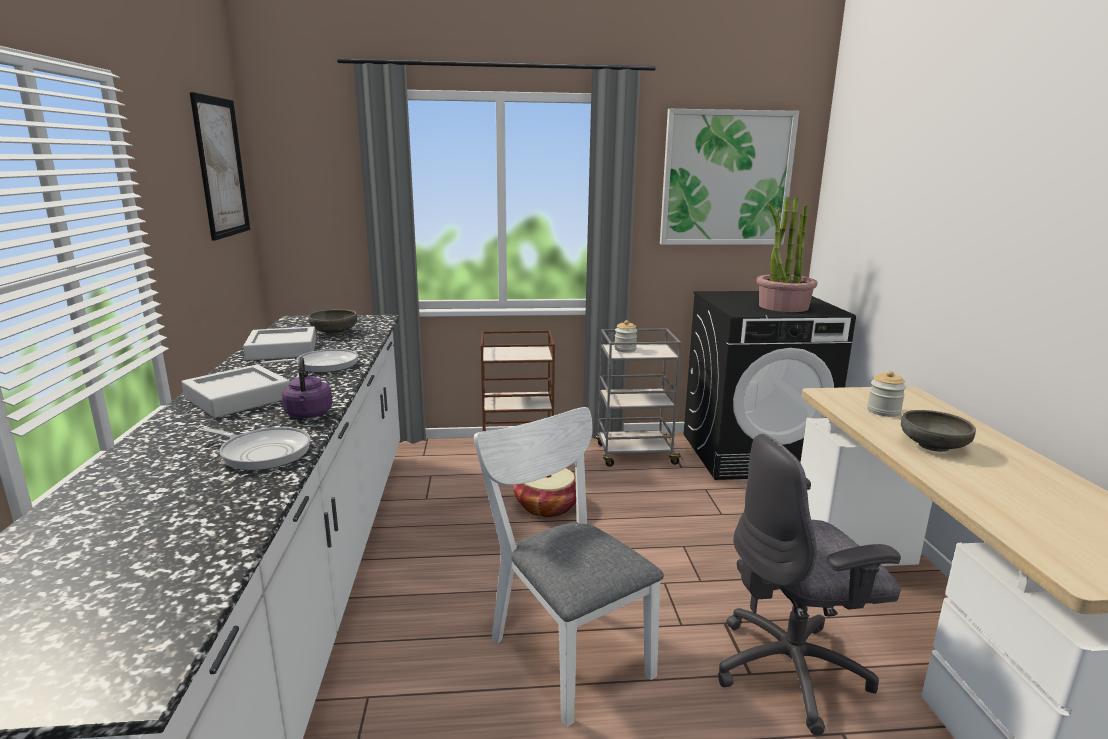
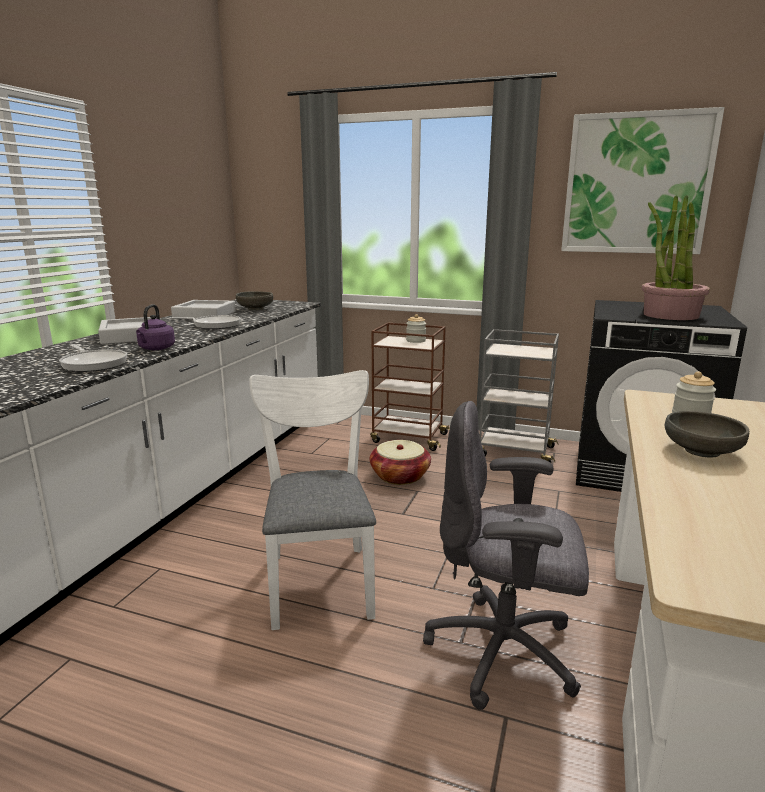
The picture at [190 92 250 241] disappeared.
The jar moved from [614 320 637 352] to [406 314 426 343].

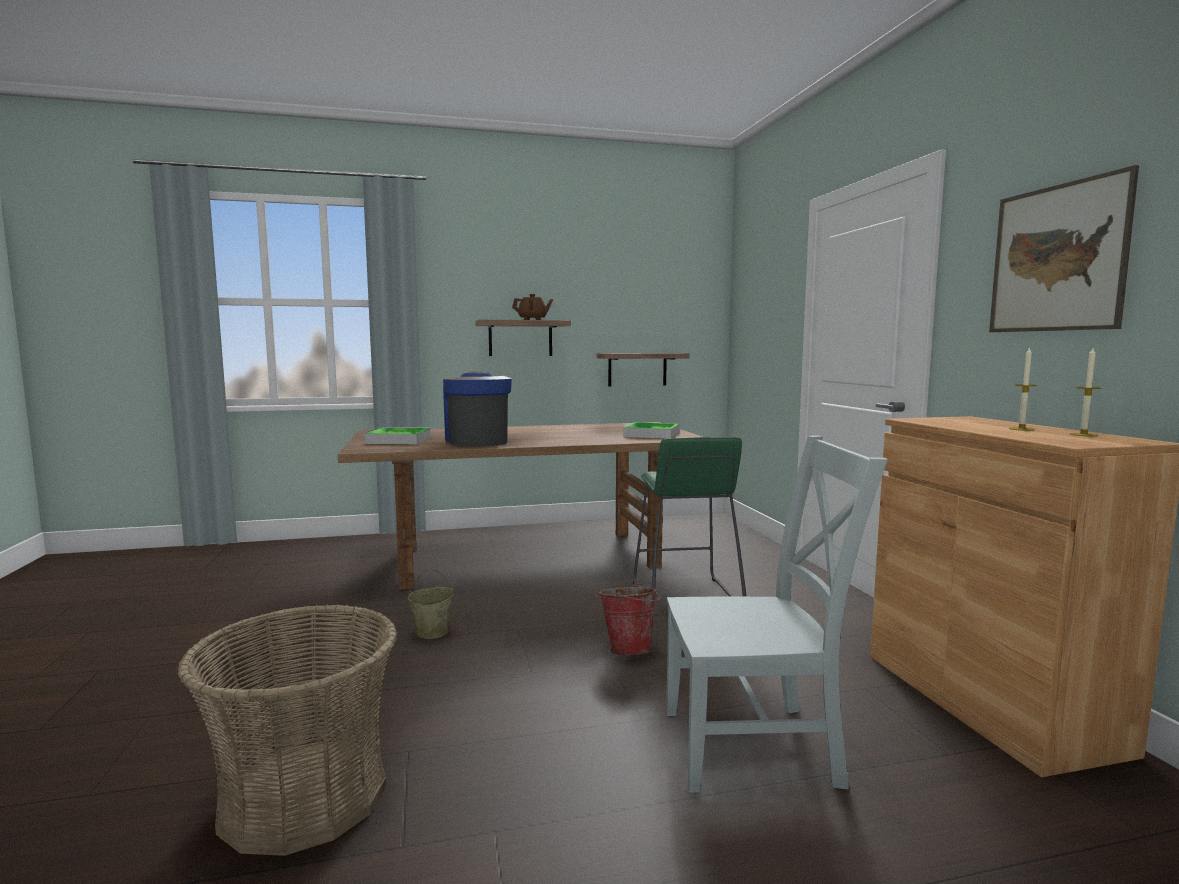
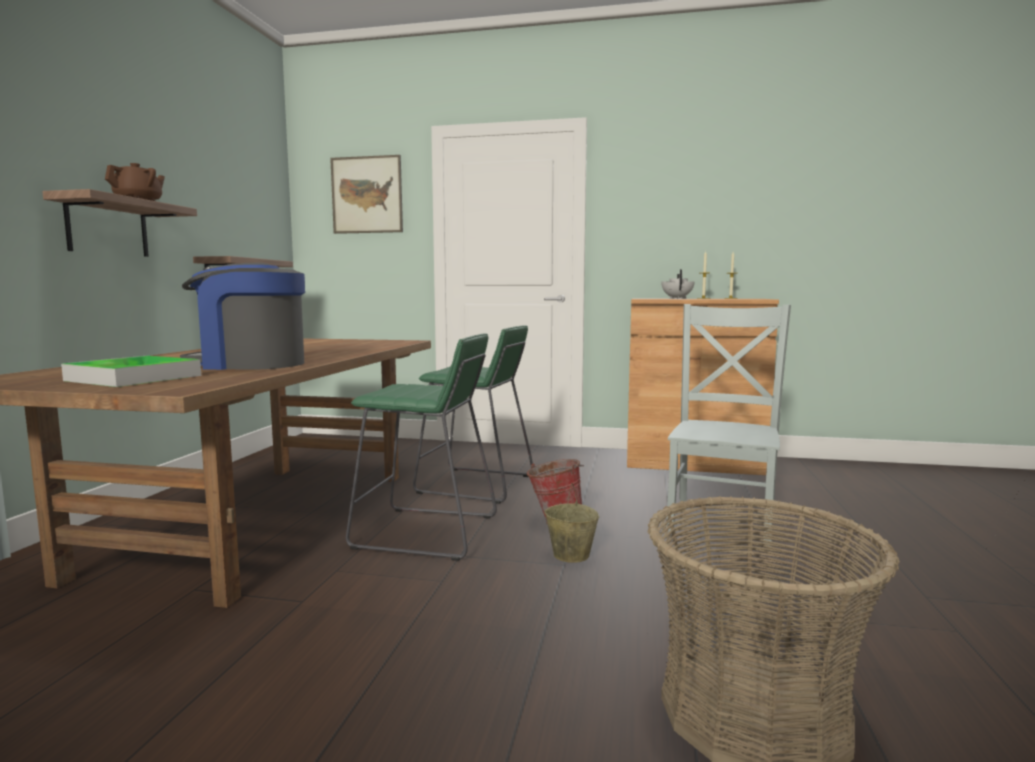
The picture moved from [989 165 1139 332] to [330 155 403 234].
The tray at [623 422 679 439] disappeared.
The bucket in beige moved from [408 568 454 639] to [544 483 599 563].
The teapot in white at [661 269 695 299] appeared.
The stool in green at [346 333 497 561] appeared.

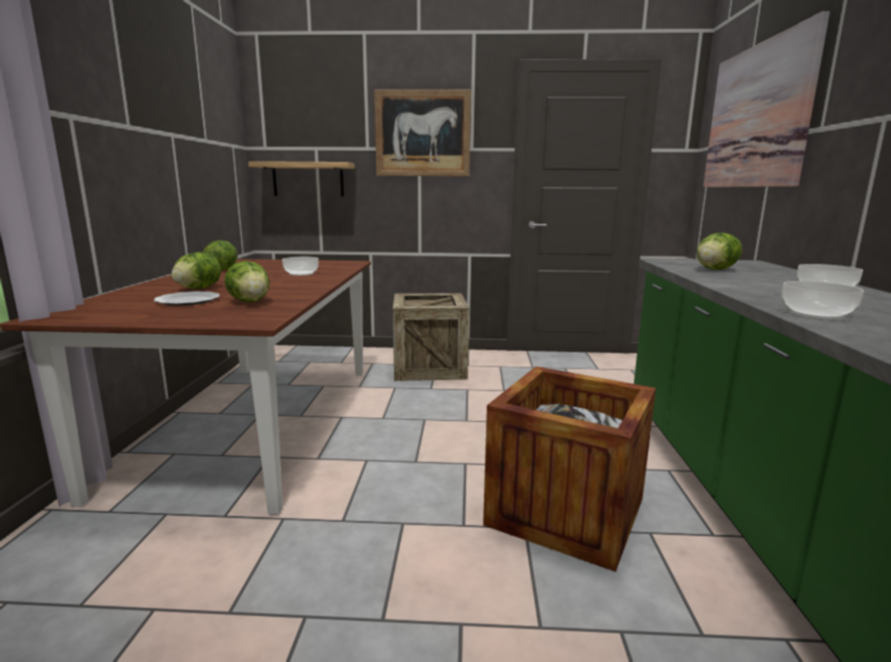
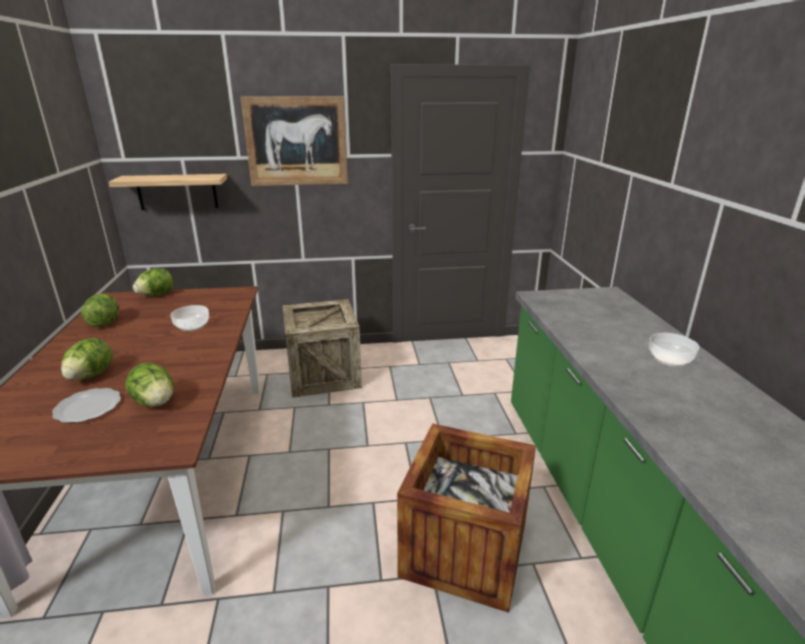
The picture at [703 12 830 187] disappeared.
The lettuce moved from [697 232 742 270] to [133 268 173 296].
The bowl at [782 281 864 319] disappeared.

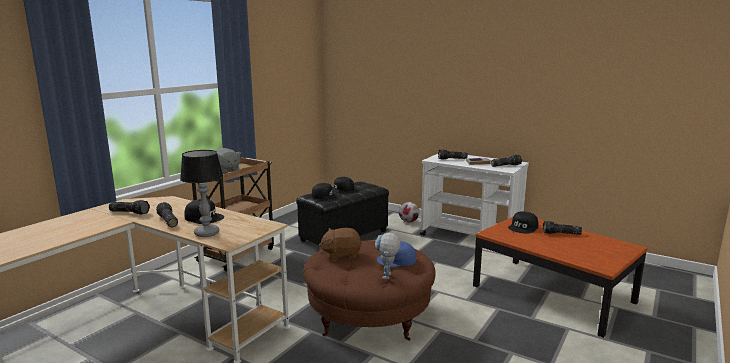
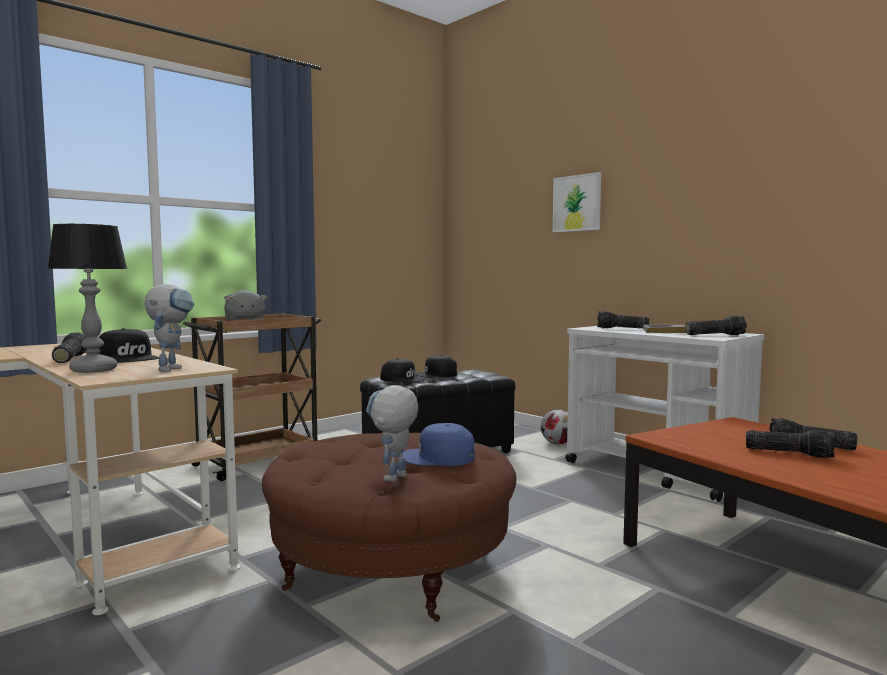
The flashlight moved from [109 200 150 215] to [746 430 835 458].
The cap in black at [508 211 539 233] disappeared.
The plush toy in brown at [319 228 362 261] disappeared.
The picture at [553 172 601 232] appeared.
The toy robot at [144 284 194 372] appeared.

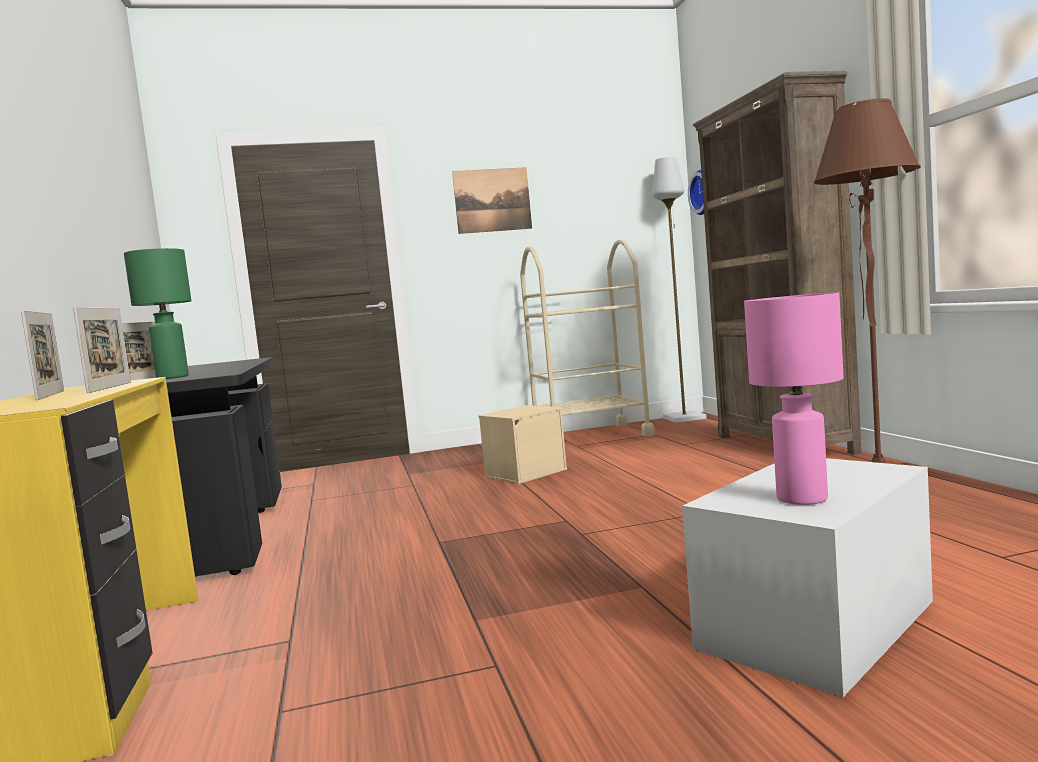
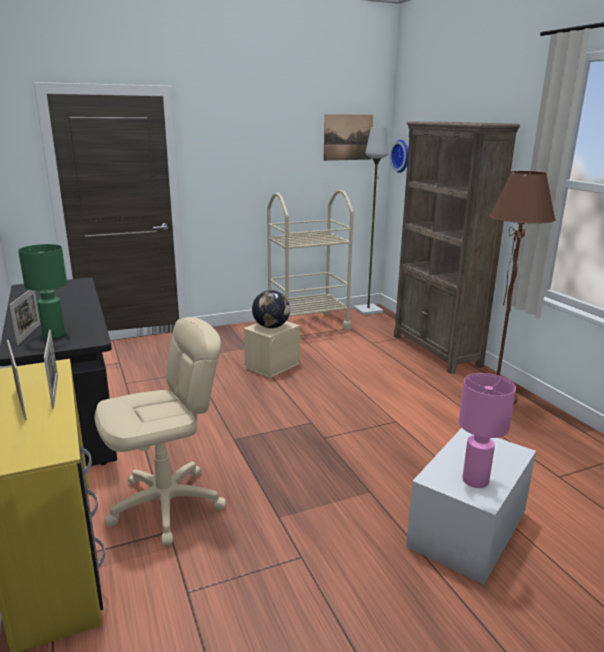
The picture moved from [452 167 532 234] to [323 114 373 161].
The globe at [252 290 290 328] appeared.
The office chair in beige at [95 317 226 545] appeared.

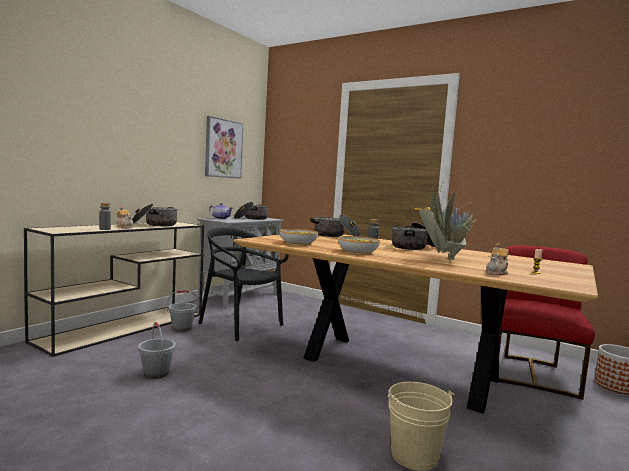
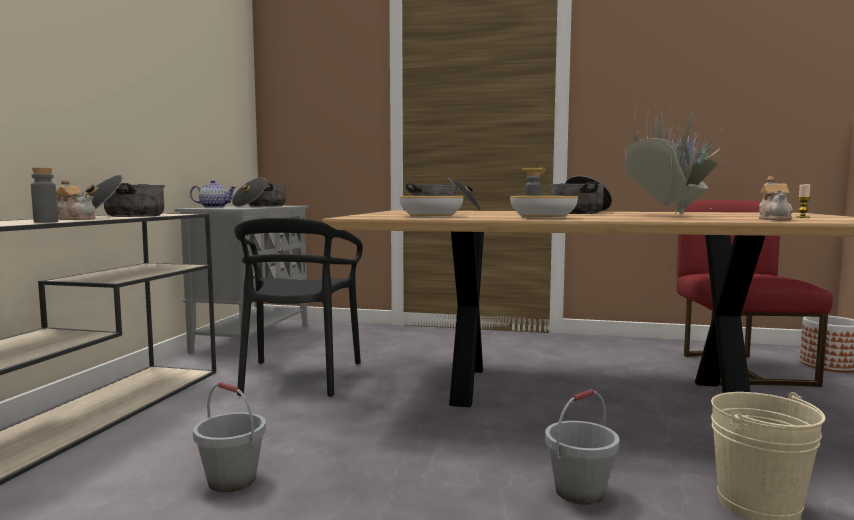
The picture at [205 116 244 179] disappeared.
The chair in black at [199 228 289 341] turned 105 degrees counterclockwise.
The bucket in grey moved from [167 290 198 332] to [545 389 620 505].

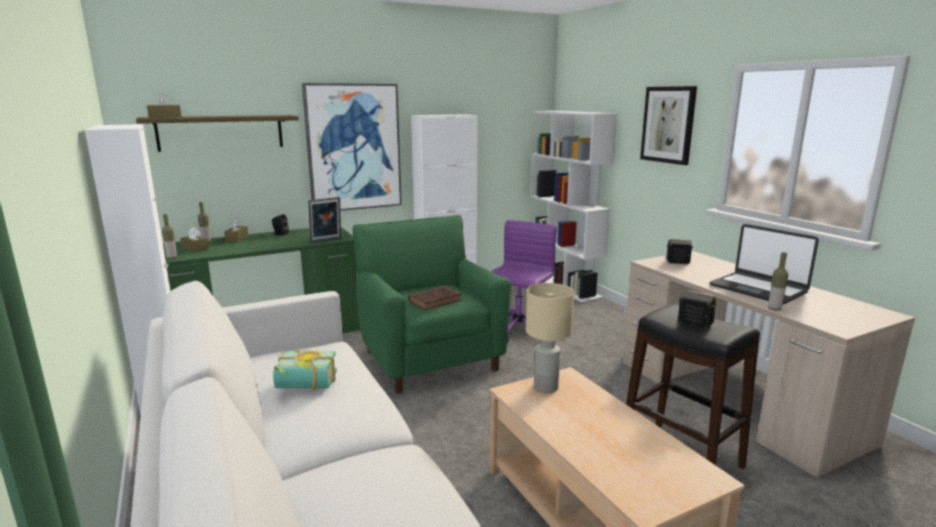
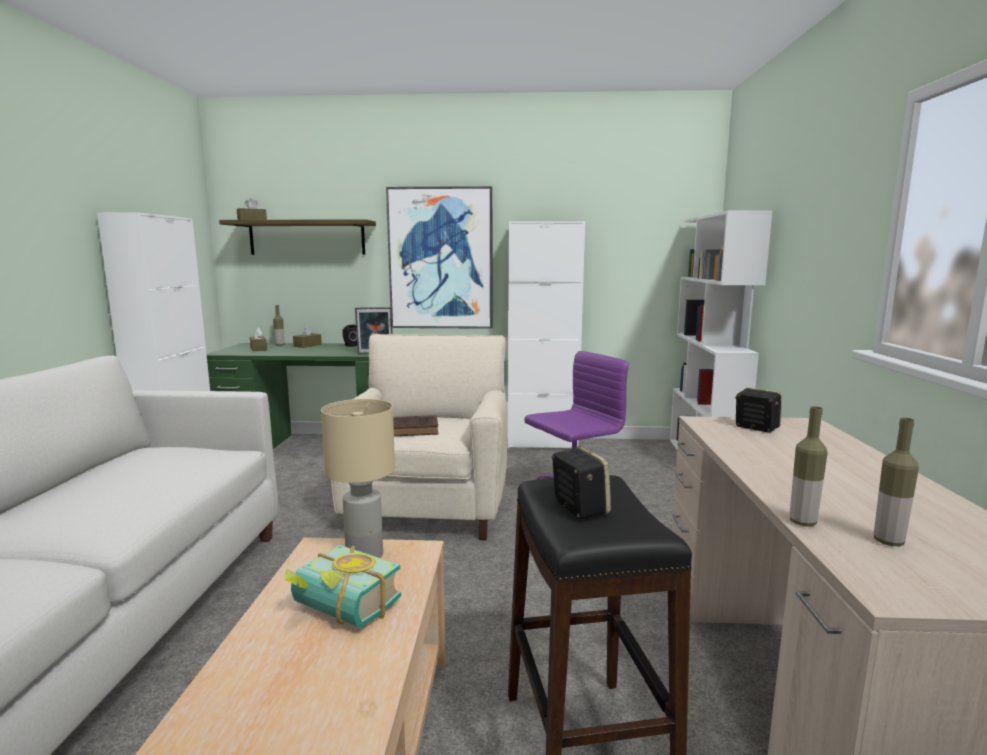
The picture at [640 86 697 165] disappeared.
The bottle moved from [162 214 177 259] to [874 418 919 546].
The armchair in green at [353 215 511 394] became the armchair in beige at [331 334 507 540].
The laptop at [710 224 819 304] disappeared.
The book moved from [273 349 337 390] to [284 545 401 628].

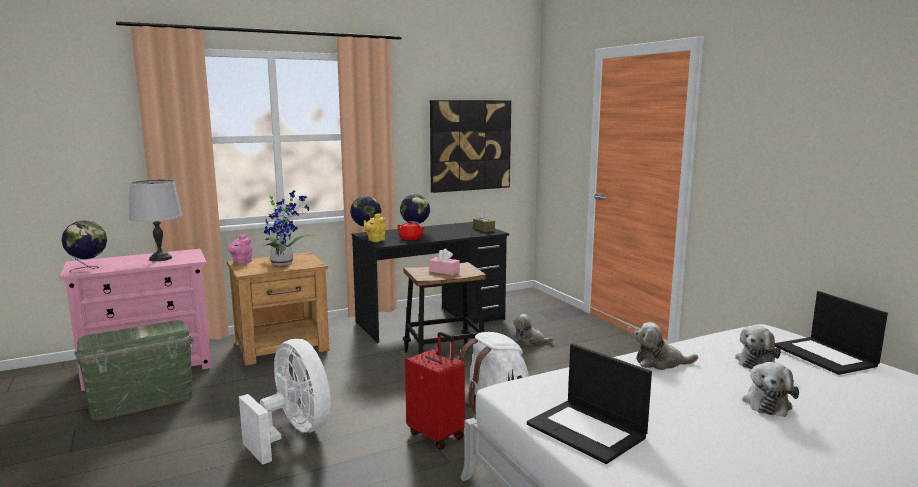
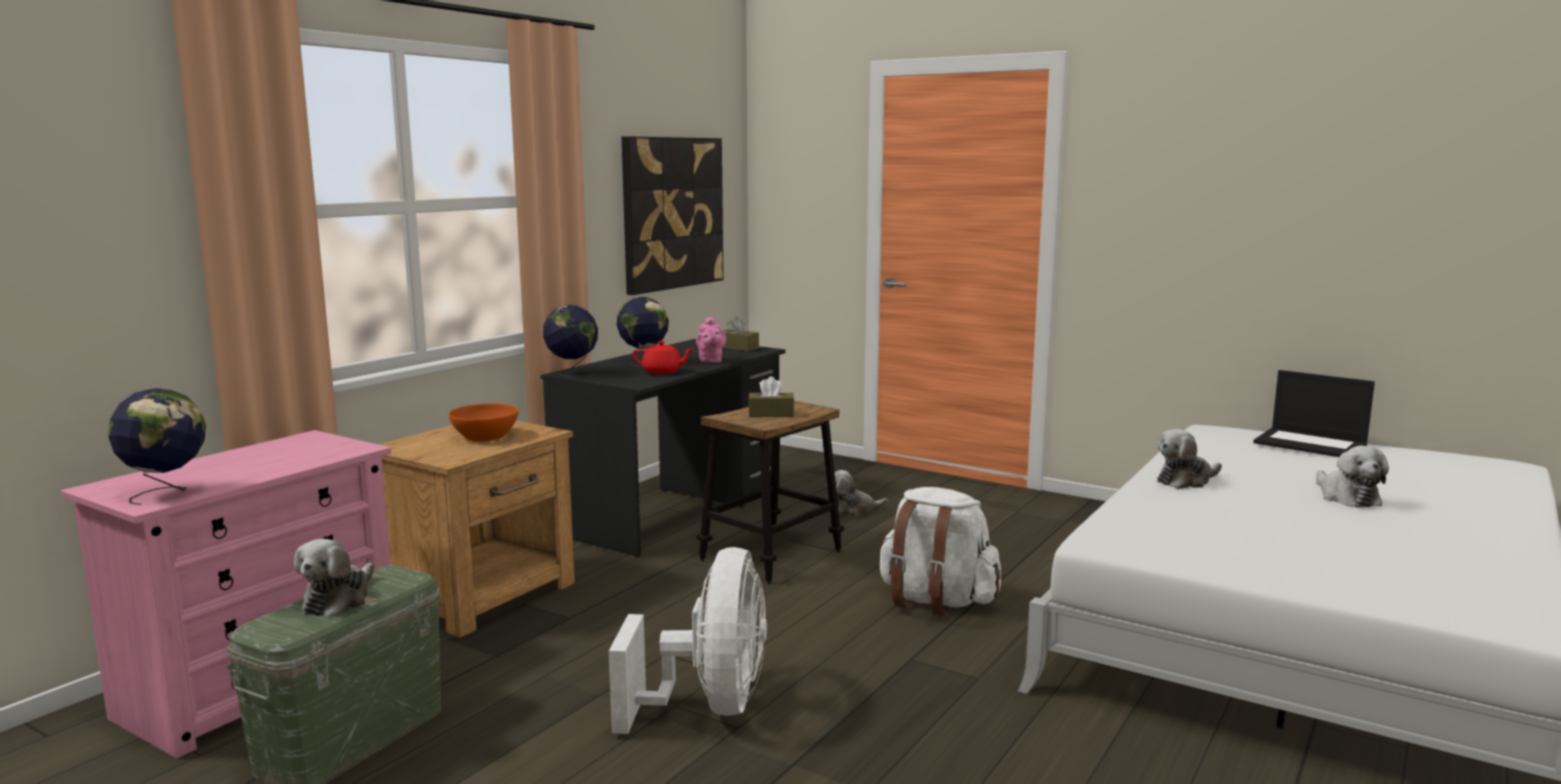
The table lamp in grey at [129 179 183 261] disappeared.
The potted plant at [264 190 314 266] was replaced by the bowl in orange at [449 403 518 442].
The teapot in yellow at [364 213 386 242] disappeared.
The teapot in pink moved from [227 234 252 265] to [696 317 726 363].
The tissue box in pink at [429 249 460 275] became the tissue box in brown at [748 376 794 417].
The plush toy moved from [735 325 781 369] to [294 539 374 617].
The suitcase in red at [405 332 465 450] disappeared.
The fan in white at [239 339 330 465] turned 75 degrees clockwise.
The laptop at [527 343 652 464] disappeared.

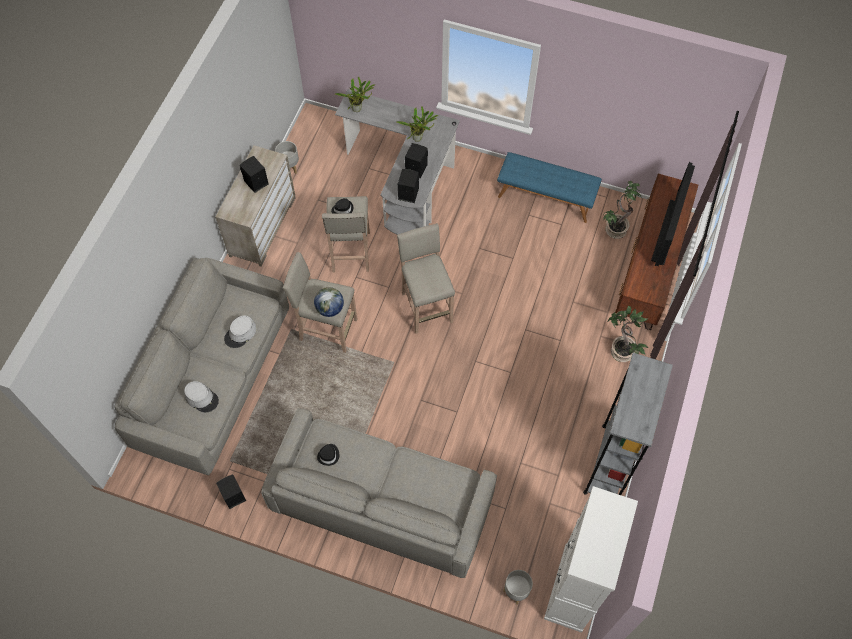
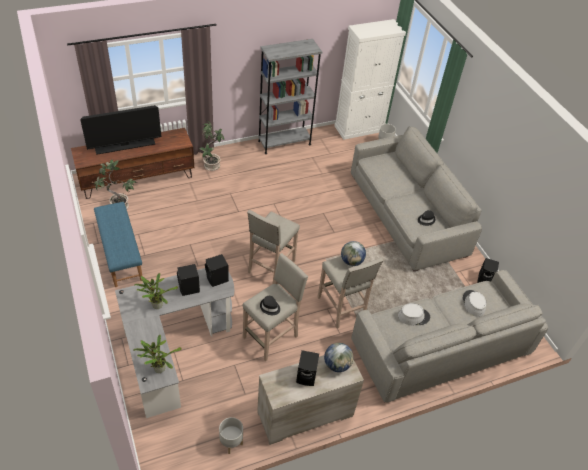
The globe at [324 343 353 372] appeared.

